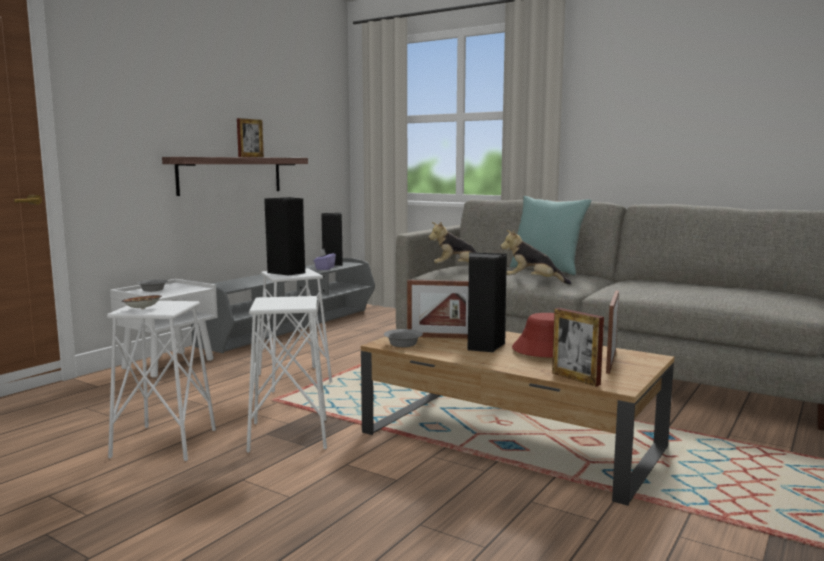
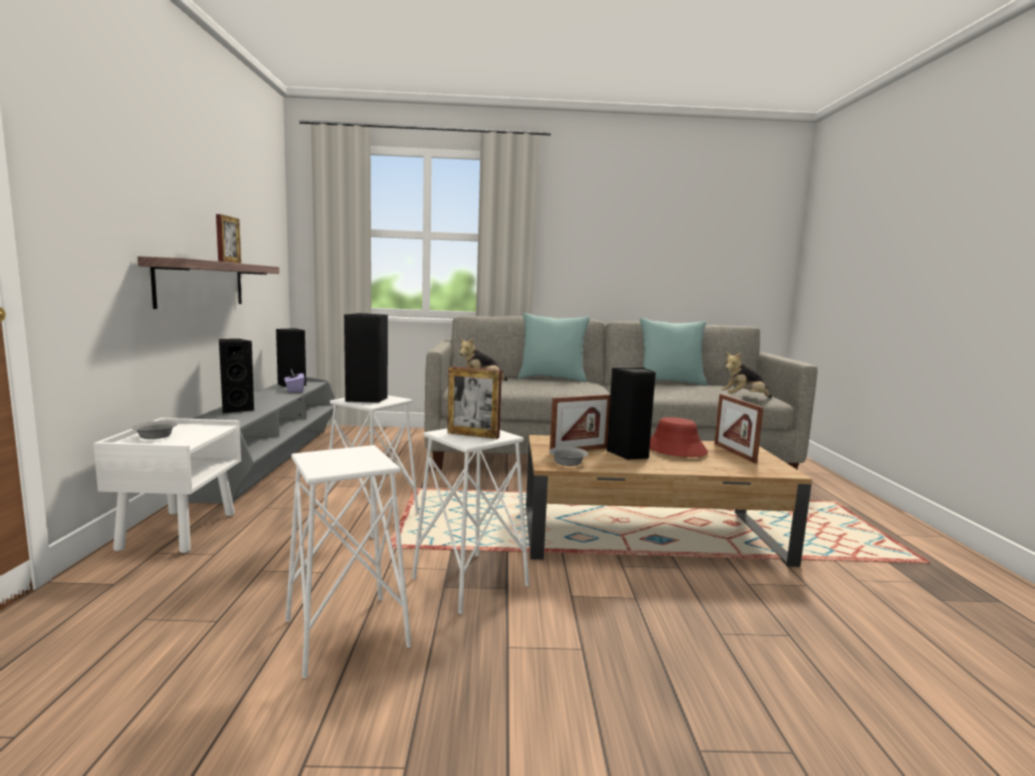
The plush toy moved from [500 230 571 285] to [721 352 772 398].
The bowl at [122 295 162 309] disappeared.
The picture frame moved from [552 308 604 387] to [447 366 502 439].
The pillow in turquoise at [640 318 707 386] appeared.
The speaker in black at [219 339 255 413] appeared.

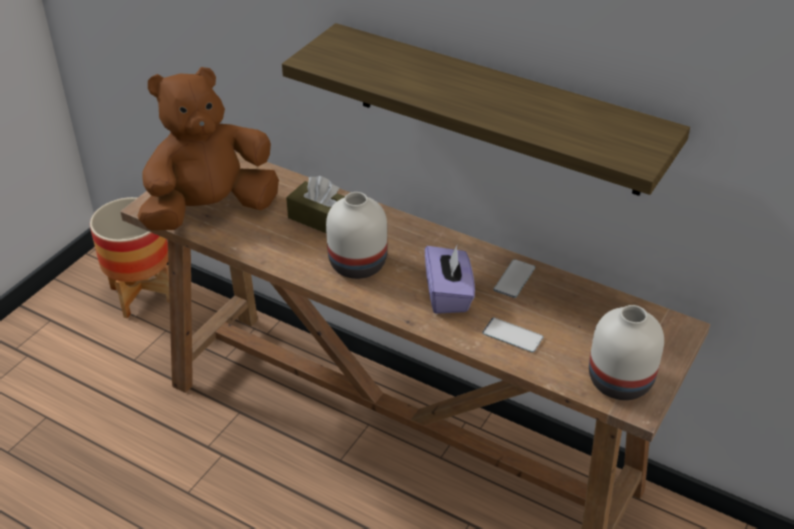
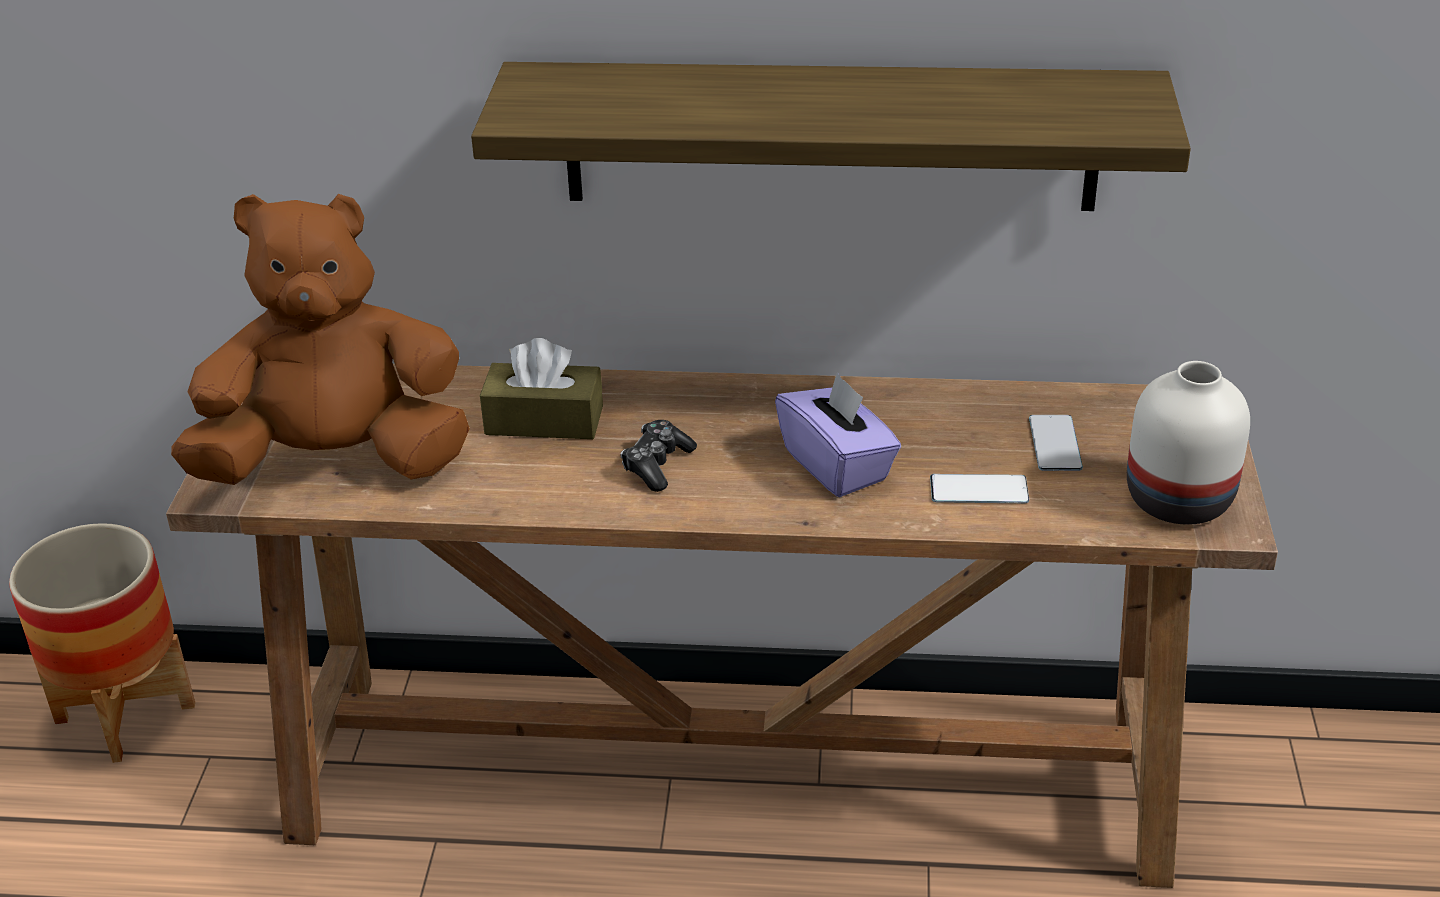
The plush toy in brown at [137 67 279 231] turned 45 degrees clockwise.
The vase in white at [326 192 387 279] was replaced by the game controller at [620 420 697 492].
The phone moved from [493 259 535 298] to [1029 415 1083 471].

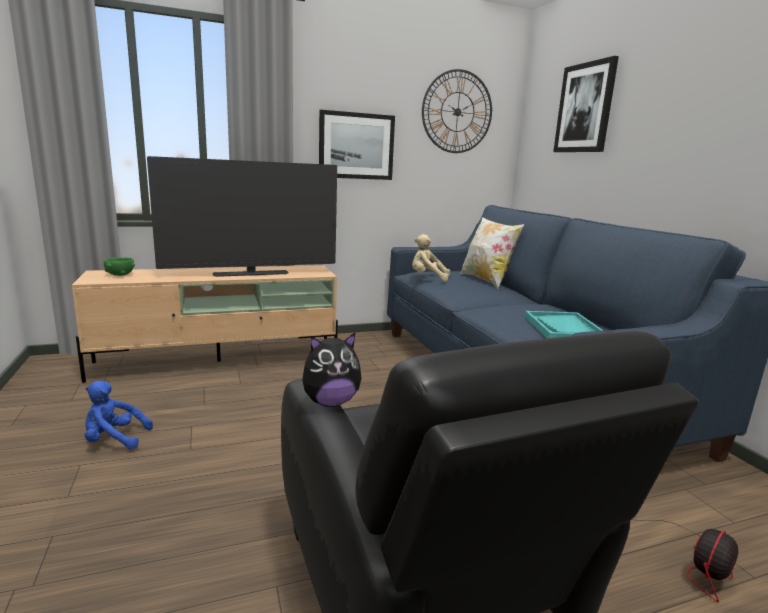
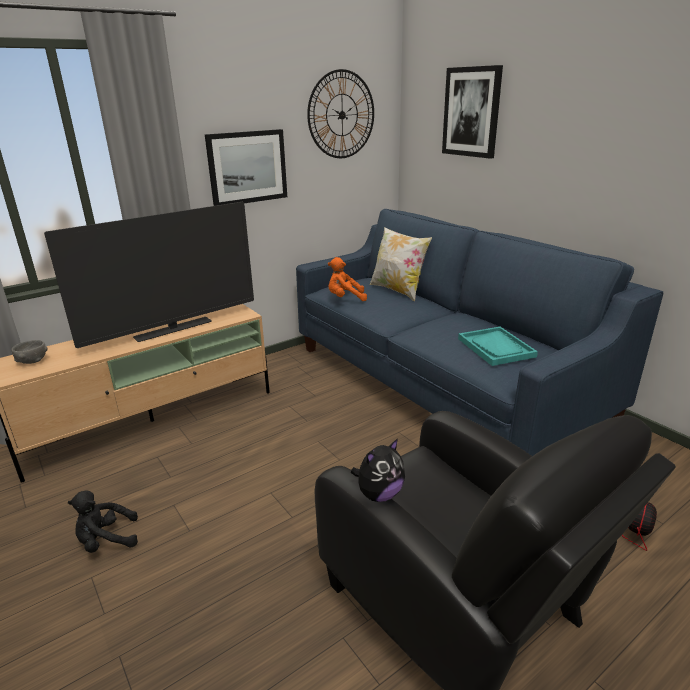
The plush toy in beige at [412 234 450 281] became the plush toy in orange at [328 257 367 301].
The bowl in green at [104 257 135 276] became the bowl in grey at [11 340 47 364].
The plush toy in blue at [85 381 153 449] became the plush toy in black at [68 491 138 553].

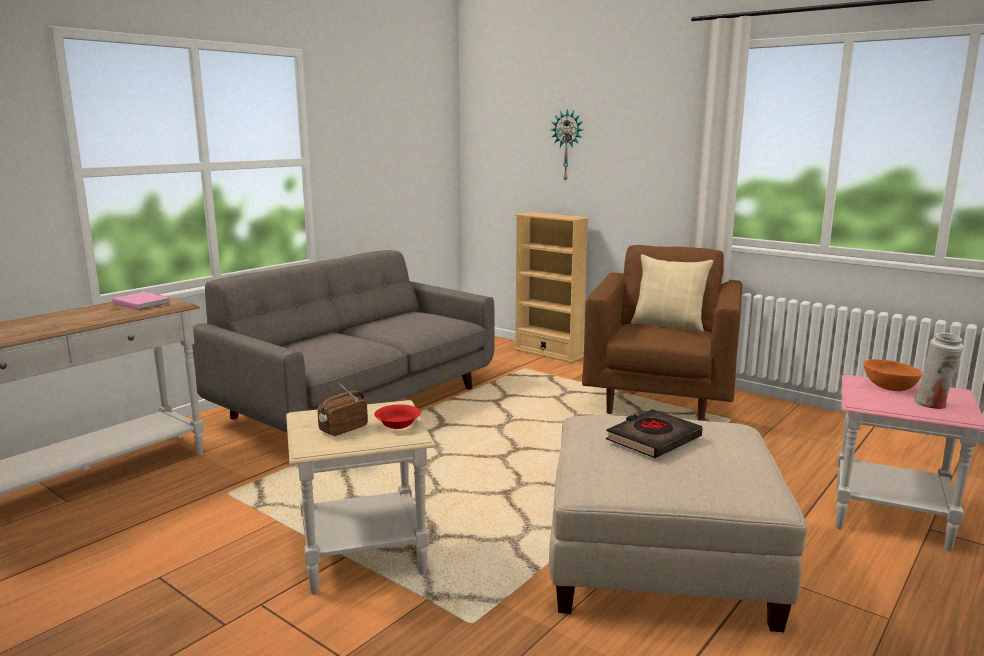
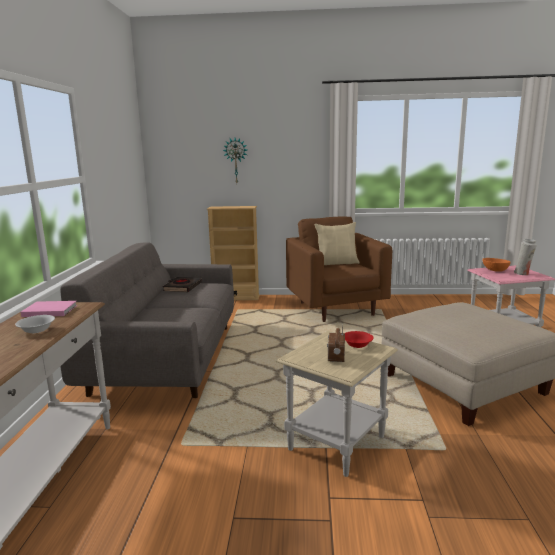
The book in black moved from [606 409 702 458] to [163 277 202 292].
The bowl in white at [15 315 55 333] appeared.

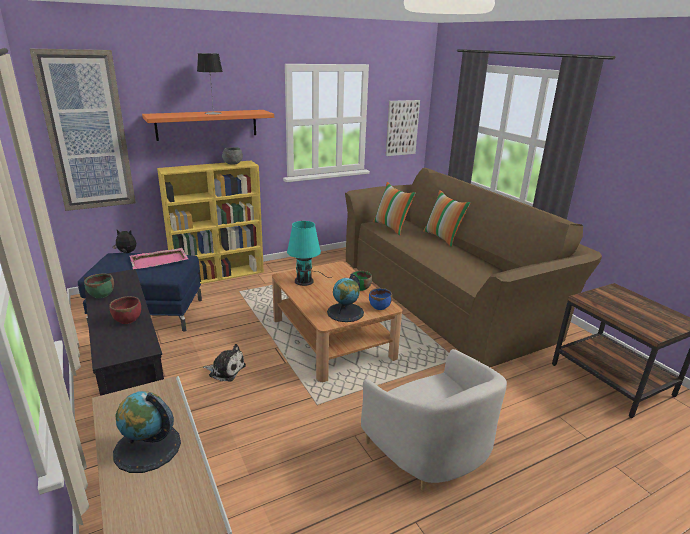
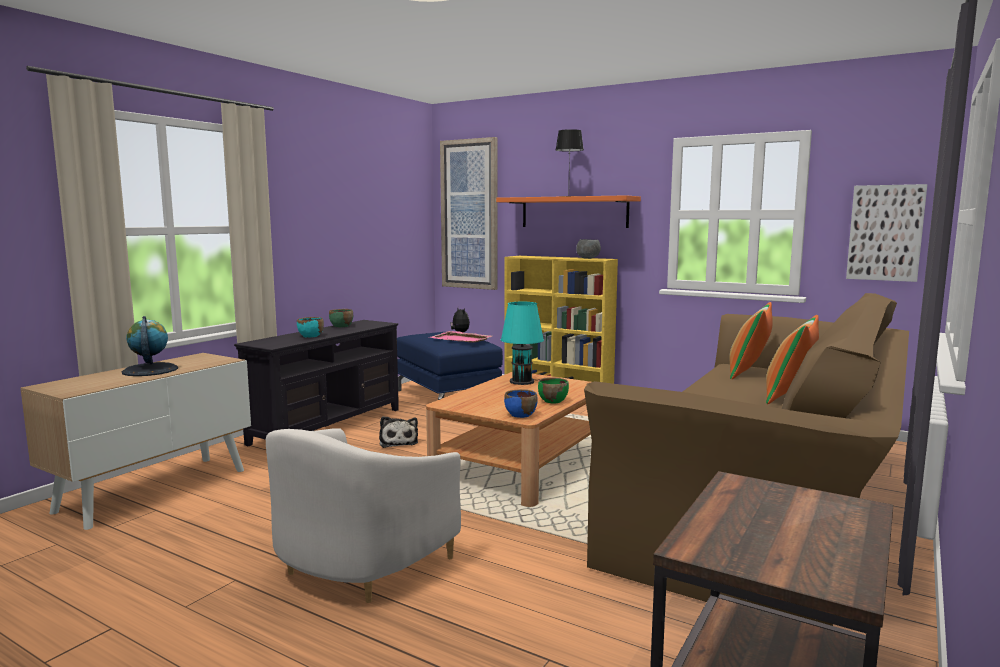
The globe at [327 274 364 322] disappeared.
The bowl in red at [109 296 141 324] became the bowl in turquoise at [297 317 324 338].

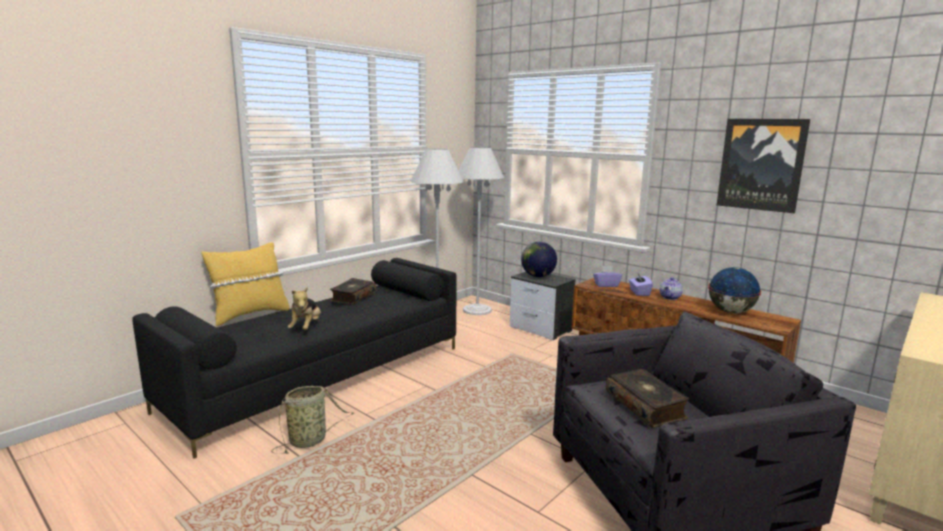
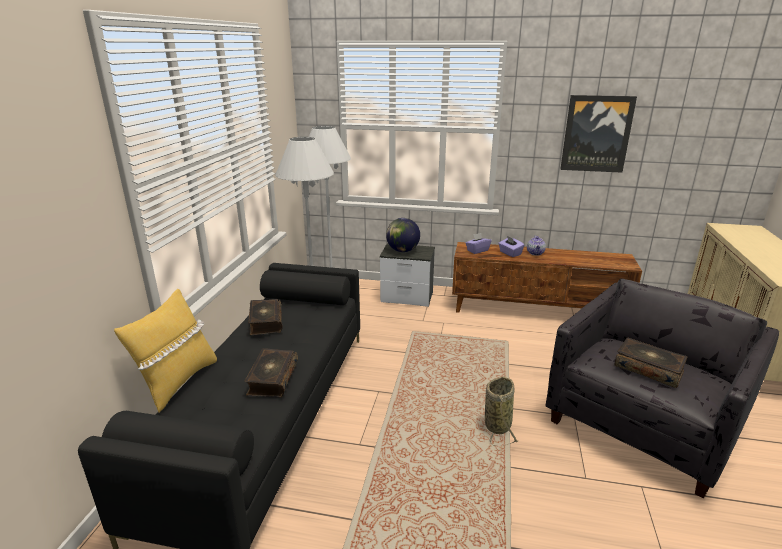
The globe at [708 267 761 314] disappeared.
The plush toy at [288 287 321 330] was replaced by the book at [245 348 298 397].
The basket moved from [271 386 354 454] to [485 377 518 446].

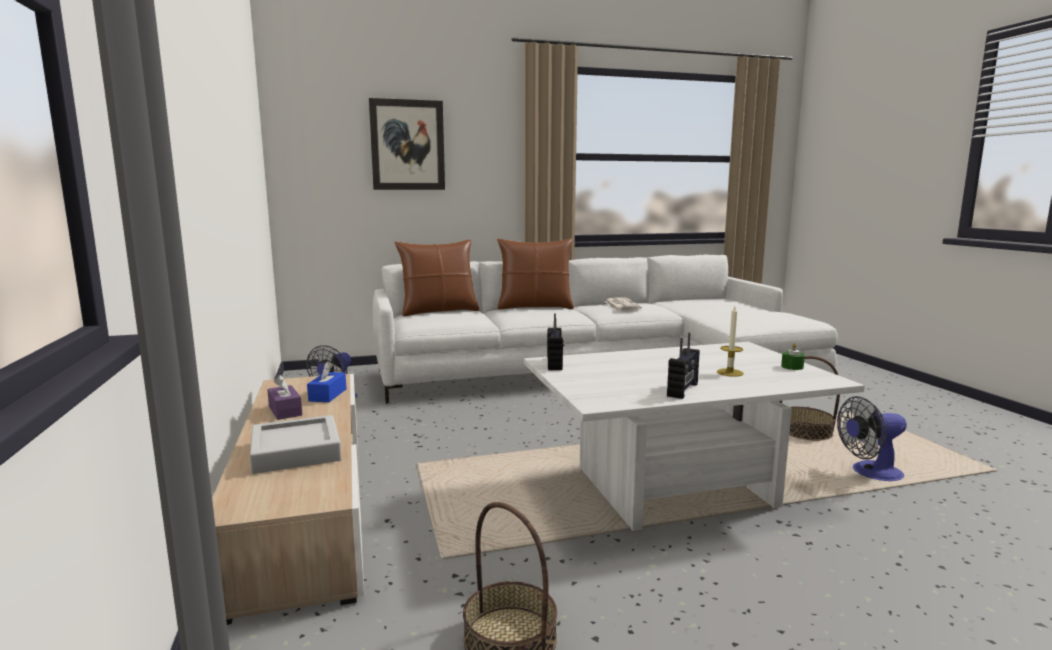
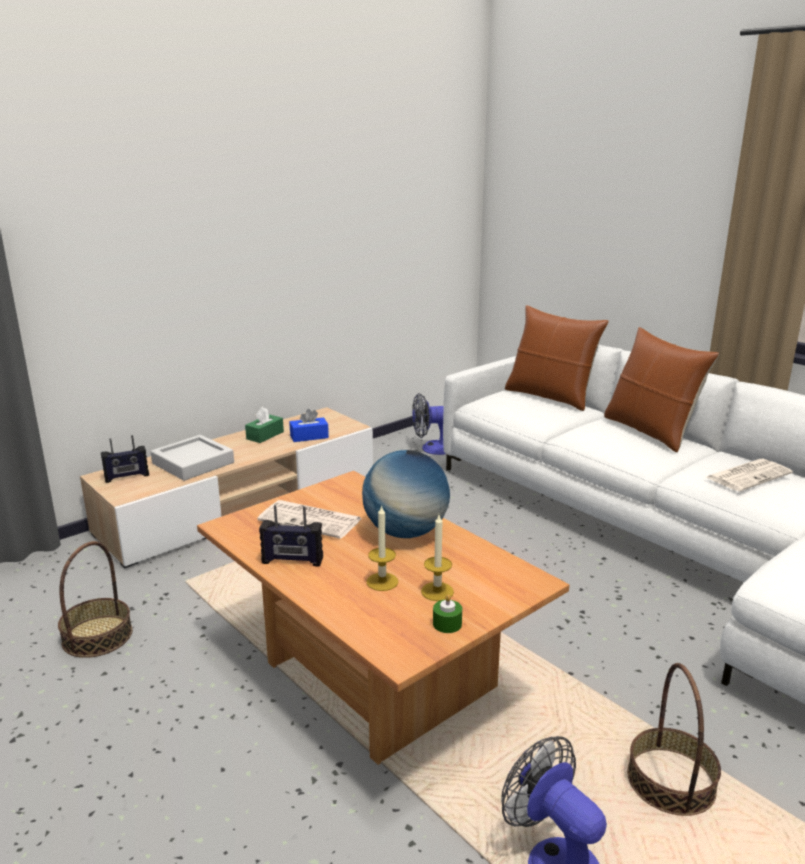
The picture at [369 98 445 190] disappeared.
The radio moved from [547 314 564 370] to [101 435 149 483].
The coffee table in white at [524 342 865 531] became the coffee table in brown at [197 471 569 765].
The tissue box in purple at [267 375 302 420] became the tissue box in green at [245 407 284 443].
The globe at [362 450 450 538] appeared.
The newspaper at [257 500 362 539] appeared.
The candle at [421 515 454 601] appeared.

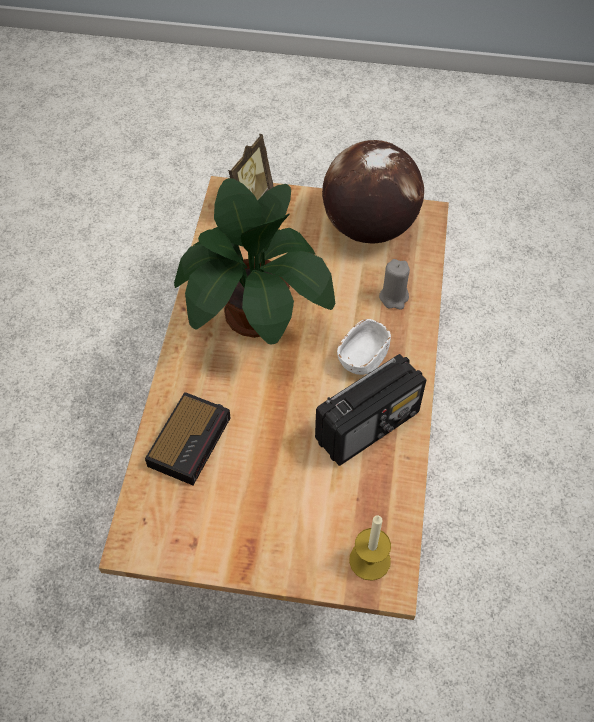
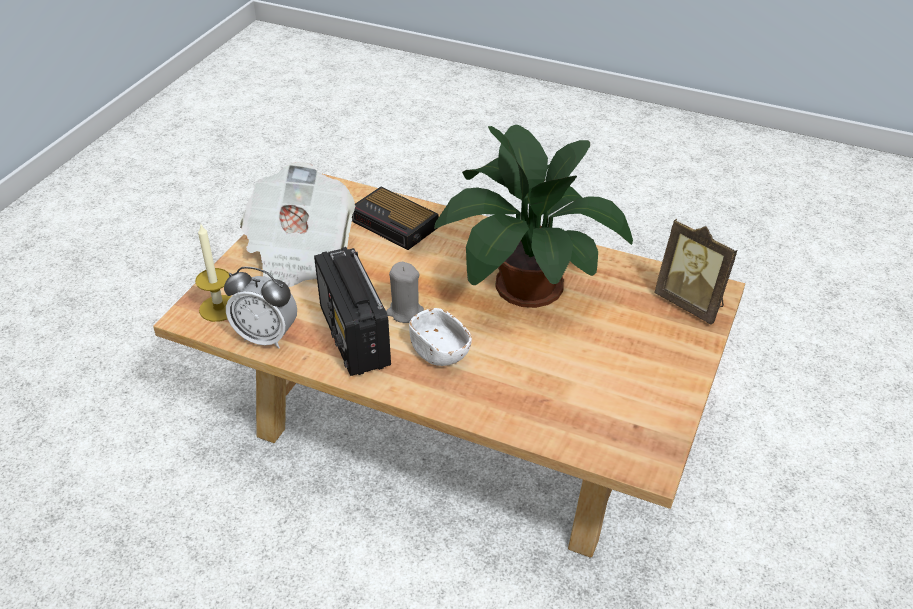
The globe at [322 140 424 244] disappeared.
The candle in grey moved from [379 259 410 310] to [386 262 424 323].
The newspaper at [240 162 356 287] appeared.
The alarm clock at [224 266 297 348] appeared.

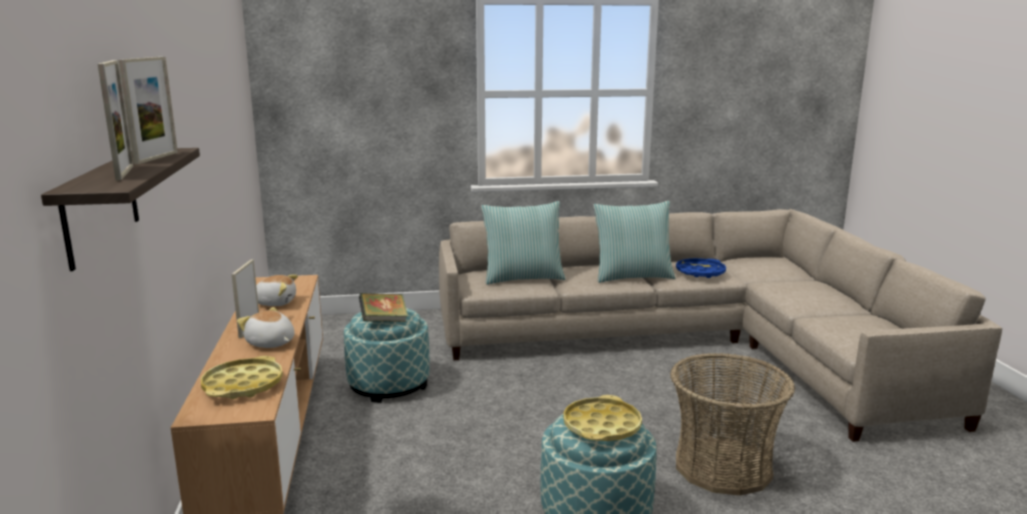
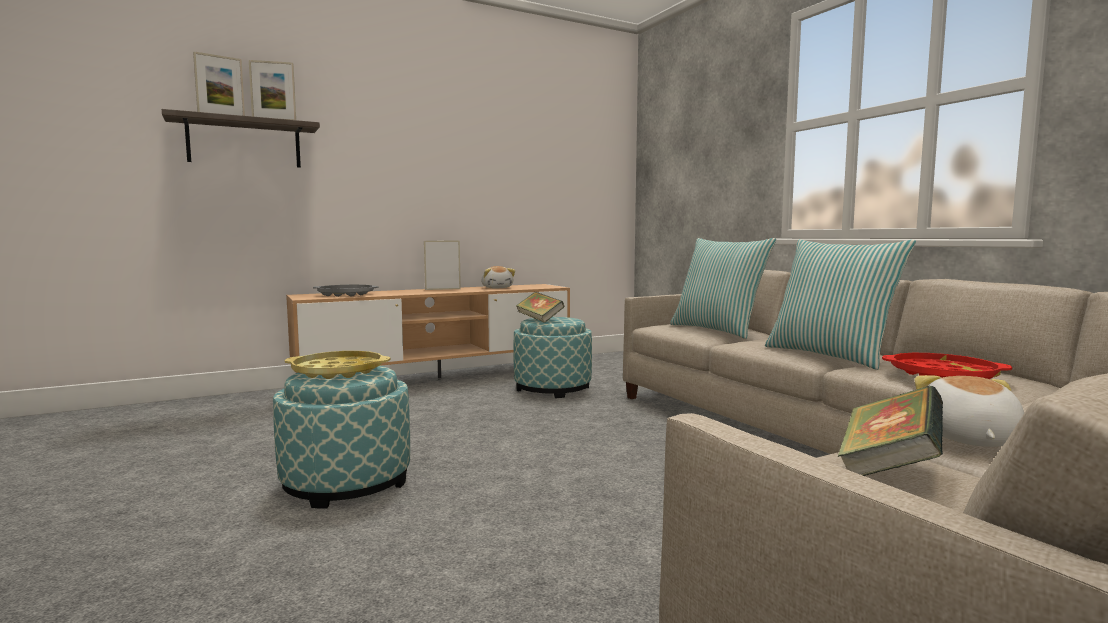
The tray in blue at [676 258 726 278] became the tray in red at [882 353 1012 379].
The plush toy moved from [237 307 295 348] to [915 375 1024 447].
The basket at [670 353 795 496] disappeared.
The tray in yellow at [201 356 283 399] became the tray in grey at [313 285 378 297].
The book at [838 386 943 476] appeared.

